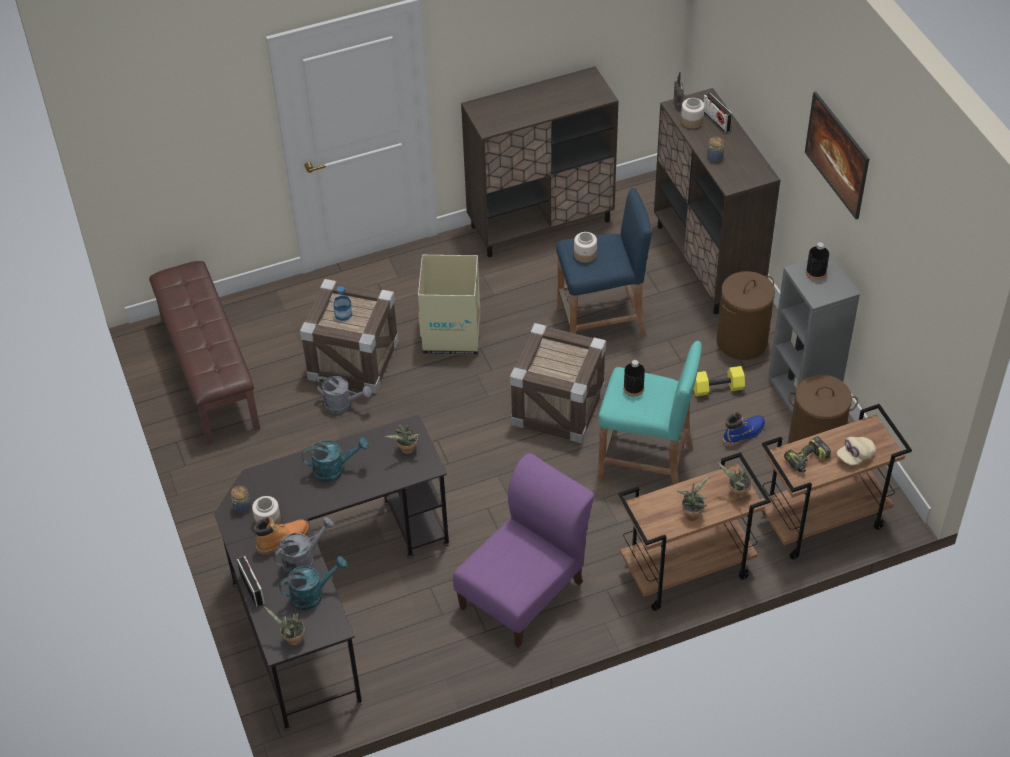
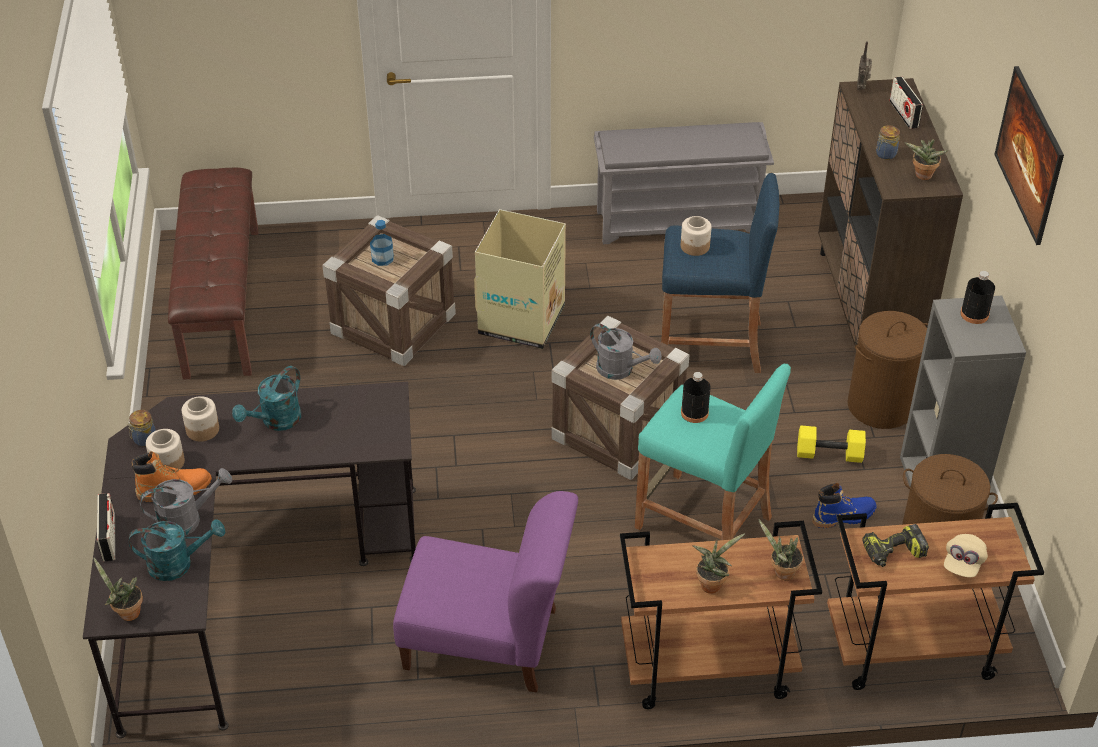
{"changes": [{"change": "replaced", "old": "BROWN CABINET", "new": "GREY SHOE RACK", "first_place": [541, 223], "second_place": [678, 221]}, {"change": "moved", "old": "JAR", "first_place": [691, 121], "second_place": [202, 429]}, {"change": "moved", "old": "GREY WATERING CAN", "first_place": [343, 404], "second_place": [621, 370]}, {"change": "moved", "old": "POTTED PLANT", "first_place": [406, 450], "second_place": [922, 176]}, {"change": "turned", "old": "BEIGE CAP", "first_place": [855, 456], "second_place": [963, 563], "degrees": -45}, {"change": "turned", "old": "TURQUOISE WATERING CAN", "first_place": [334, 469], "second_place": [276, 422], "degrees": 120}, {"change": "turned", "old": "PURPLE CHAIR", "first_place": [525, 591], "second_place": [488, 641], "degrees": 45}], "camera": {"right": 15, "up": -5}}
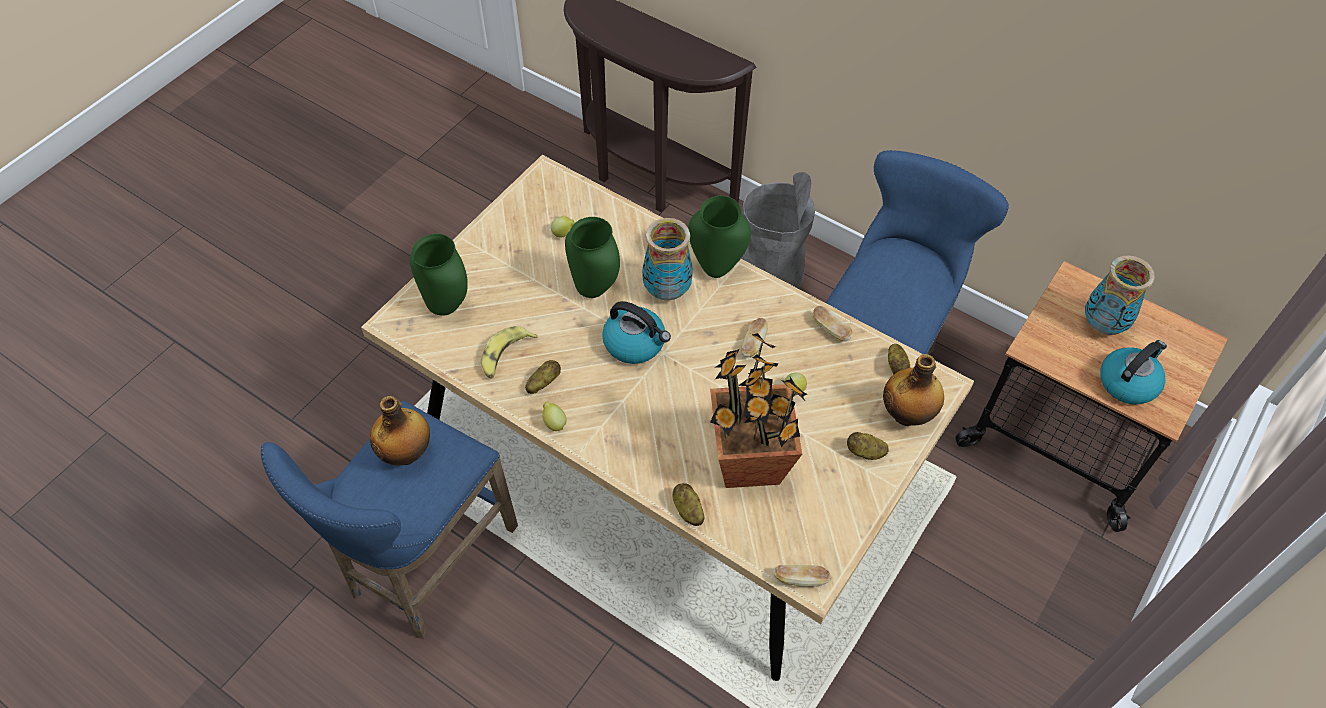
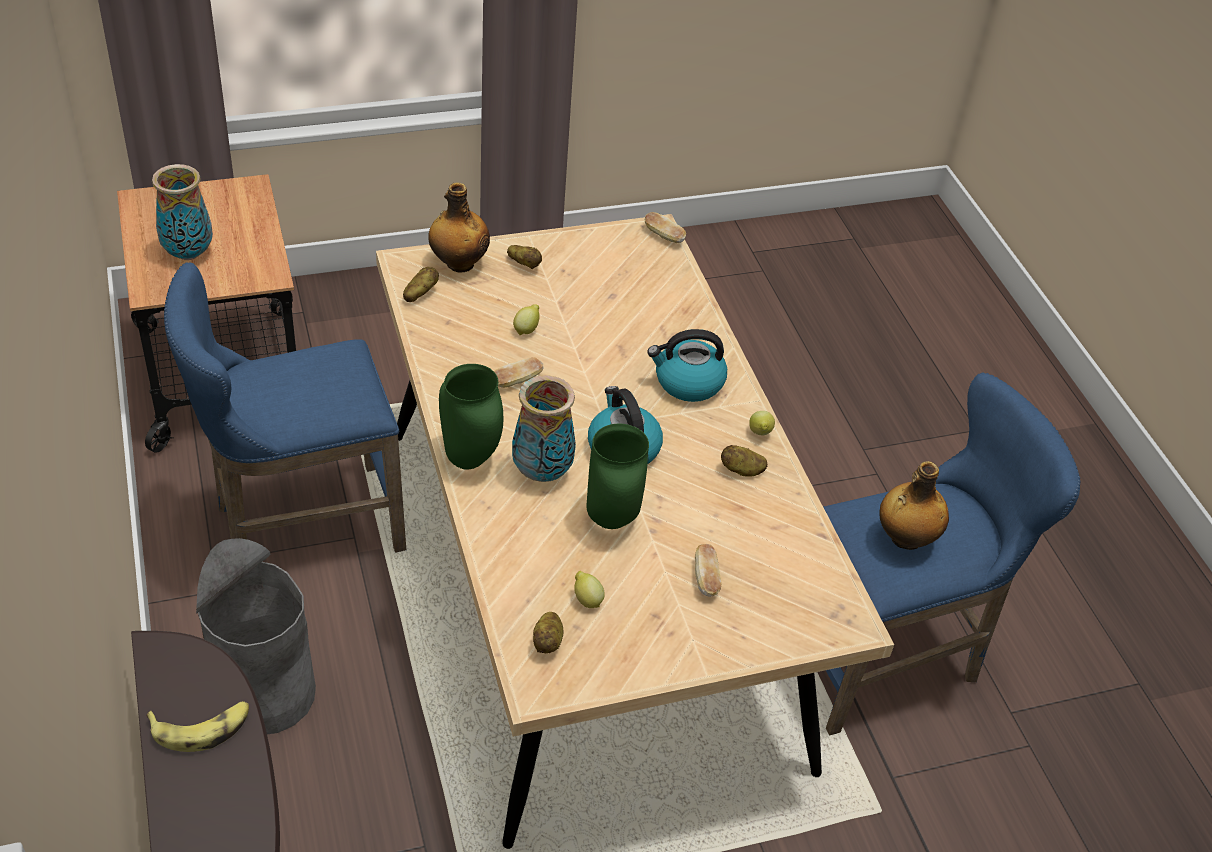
{"changes": [{"change": "removed", "old": "GREEN VASE", "first_place": [448, 305]}, {"change": "moved", "old": "BREAD", "first_place": [831, 330], "second_place": [706, 578]}, {"change": "moved", "old": "BANANA", "first_place": [505, 356], "second_place": [202, 728]}, {"change": "removed", "old": "POTTED PLANT", "first_place": [750, 463]}, {"change": "moved", "old": "KETTLE", "first_place": [1128, 382], "second_place": [687, 382]}, {"change": "moved", "old": "POTATO", "first_place": [687, 510], "second_place": [548, 641]}], "camera": {"right": -145, "up": -10}}
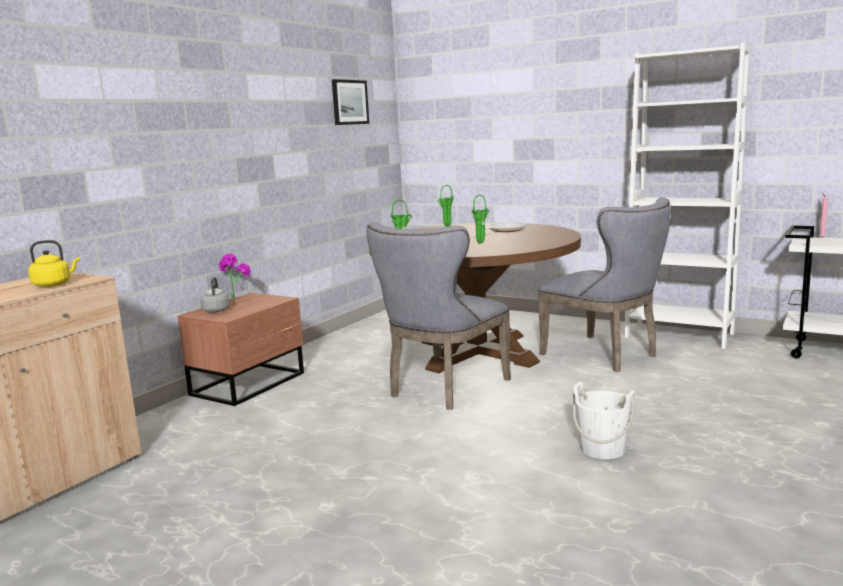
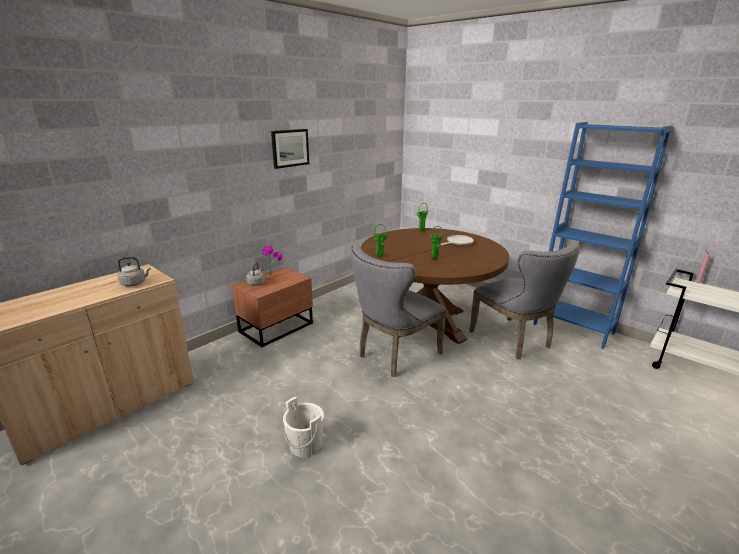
{"changes": [{"change": "recoloured", "old": "WHITE BOOKCASE", "new": "BLUE BOOKCASE", "first_place": [679, 335], "second_place": [573, 328]}, {"change": "moved", "old": "PICTURE", "first_place": [349, 102], "second_place": [290, 148]}, {"change": "recoloured", "old": "YELLOW KETTLE", "new": "GREY KETTLE", "first_place": [54, 284], "second_place": [135, 283]}, {"change": "moved", "old": "WHITE BUCKET", "first_place": [602, 449], "second_place": [305, 445]}], "camera": {"right": 10, "up": 10}}
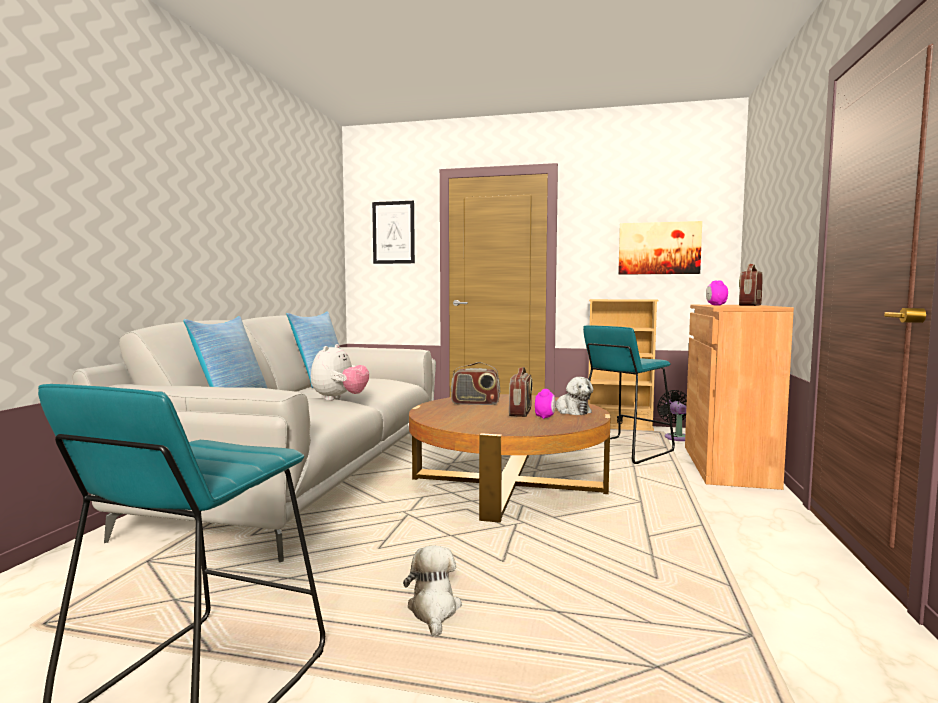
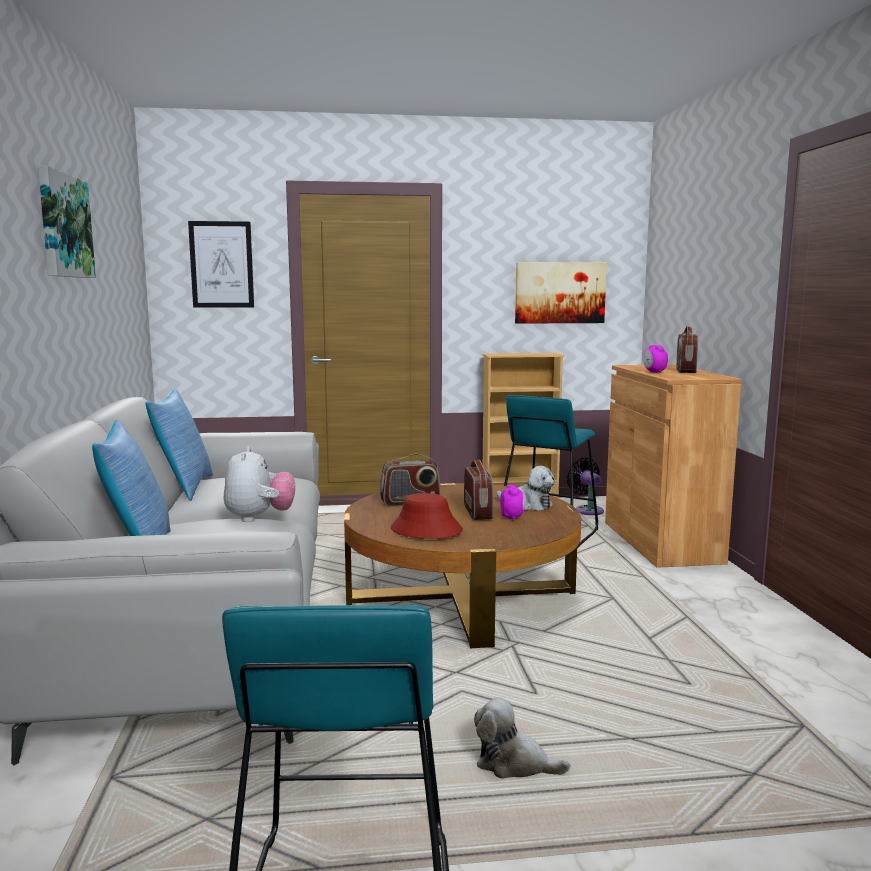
{"changes": [{"change": "turned", "old": "PLUSH TOY", "first_place": [434, 610], "second_place": [514, 764], "degrees": -45}, {"change": "added", "new": "PICTURE", "second_place": [63, 226]}, {"change": "added", "new": "RED HAT", "second_place": [426, 530]}], "camera": {"right": -20, "up": 5}}
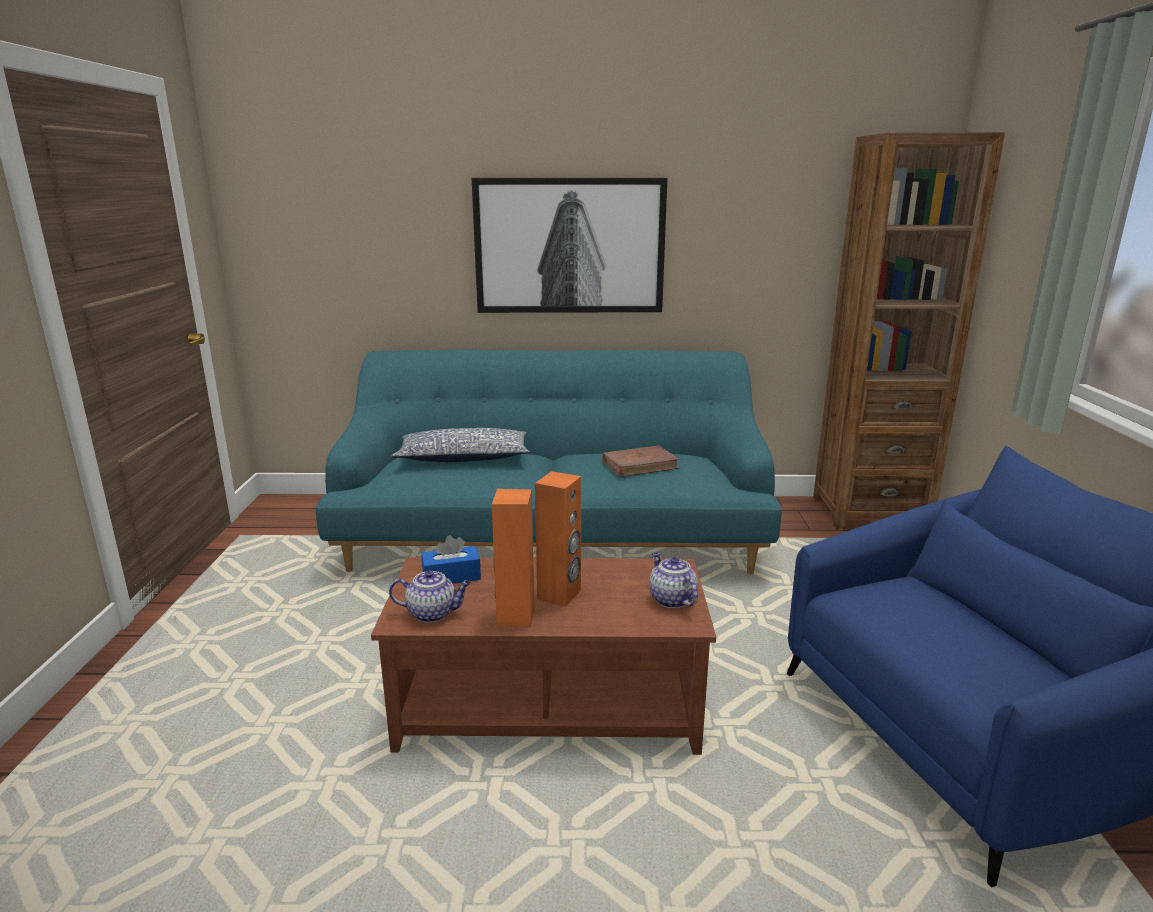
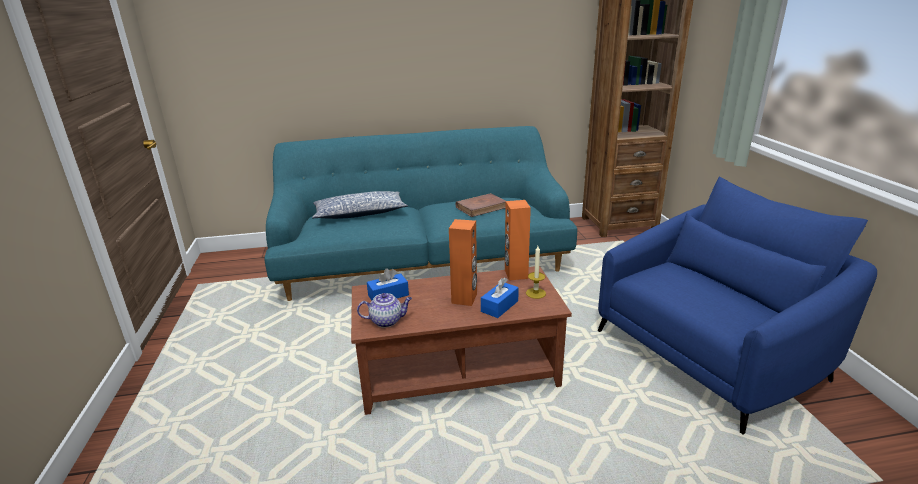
{"changes": [{"change": "removed", "old": "PICTURE", "first_place": [569, 246]}, {"change": "moved", "old": "ORANGE SPEAKER", "first_place": [515, 616], "second_place": [515, 274]}, {"change": "replaced", "old": "TEAPOT", "new": "CANDLE", "first_place": [671, 599], "second_place": [535, 293]}, {"change": "added", "new": "BLUE TISSUE BOX", "second_place": [499, 306]}], "camera": {"right": -10, "up": 5}}
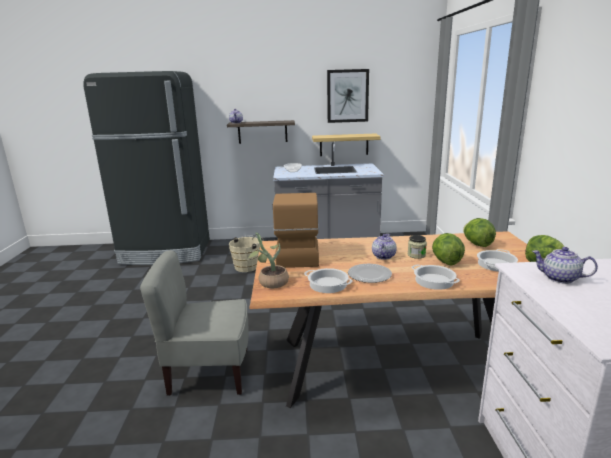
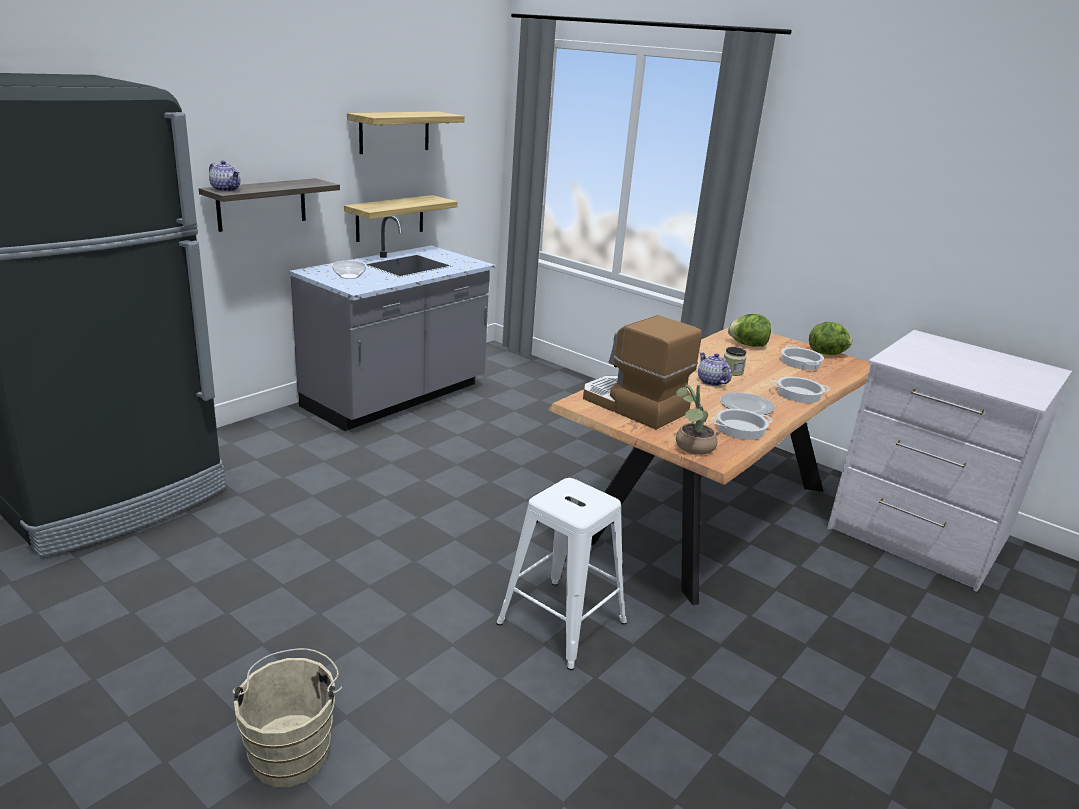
{"changes": [{"change": "replaced", "old": "PICTURE", "new": "SHELF", "first_place": [347, 96], "second_place": [394, 132]}, {"change": "removed", "old": "LETTUCE", "first_place": [445, 261]}, {"change": "moved", "old": "BEIGE BUCKET", "first_place": [248, 266], "second_place": [292, 751]}, {"change": "removed", "old": "TEAPOT", "first_place": [559, 278]}, {"change": "replaced", "old": "GREY CHAIR", "new": "WHITE STOOL", "first_place": [209, 372], "second_place": [560, 622]}], "camera": {"right": -50, "up": 5}}
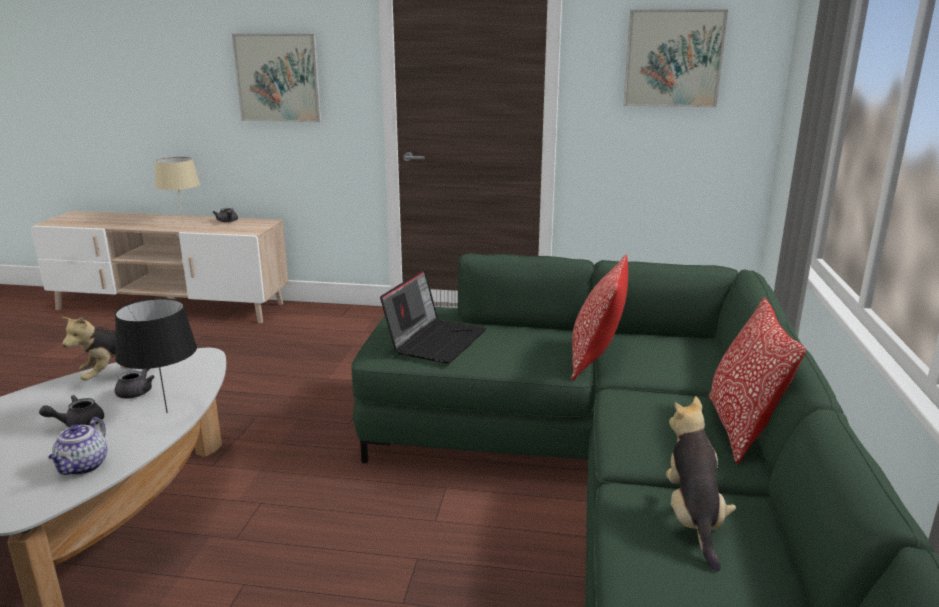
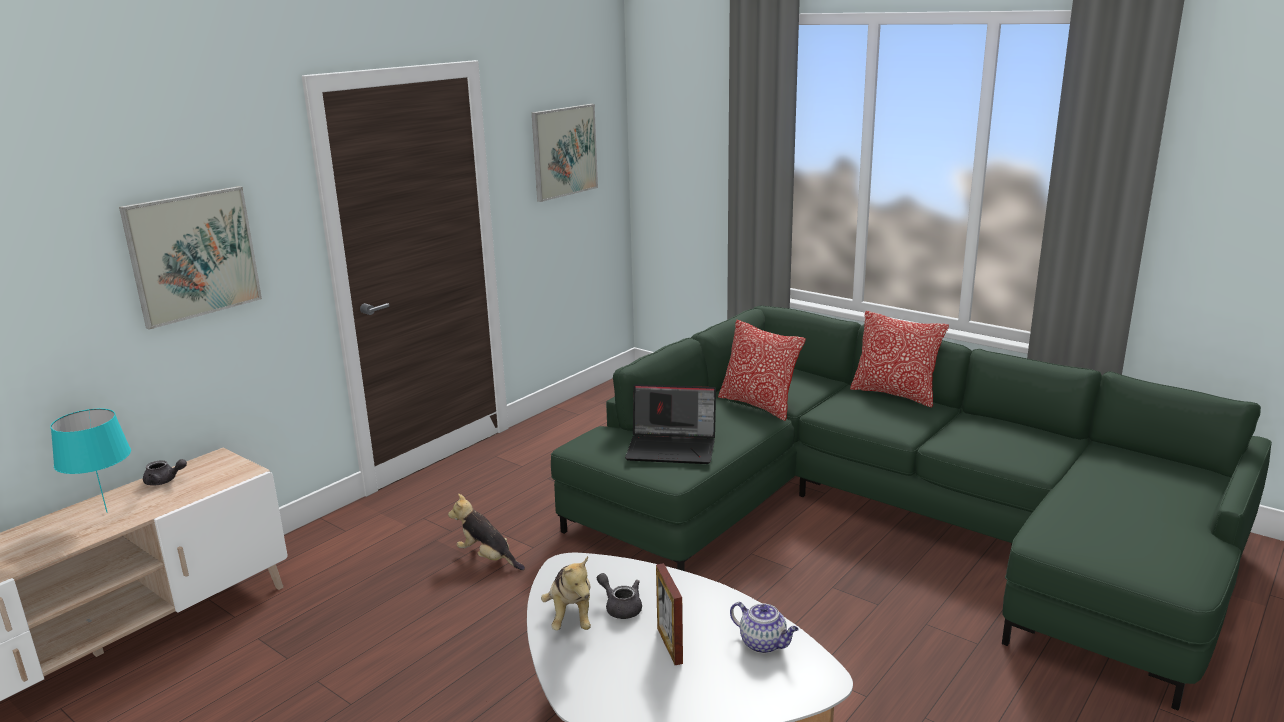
{"changes": [{"change": "recoloured", "old": "BEIGE TABLE LAMP", "new": "TURQUOISE TABLE LAMP", "first_place": [183, 222], "second_place": [108, 512]}, {"change": "turned", "old": "LAPTOP", "first_place": [435, 340], "second_place": [673, 447], "degrees": 135}, {"change": "removed", "old": "BLACK TABLE LAMP", "first_place": [167, 413]}, {"change": "replaced", "old": "GREY TEAPOT", "new": "PICTURE FRAME", "first_place": [78, 423], "second_place": [669, 645]}, {"change": "moved", "old": "PLUSH TOY", "first_place": [693, 518], "second_place": [487, 558]}], "camera": {"right": -60, "up": 0}}
